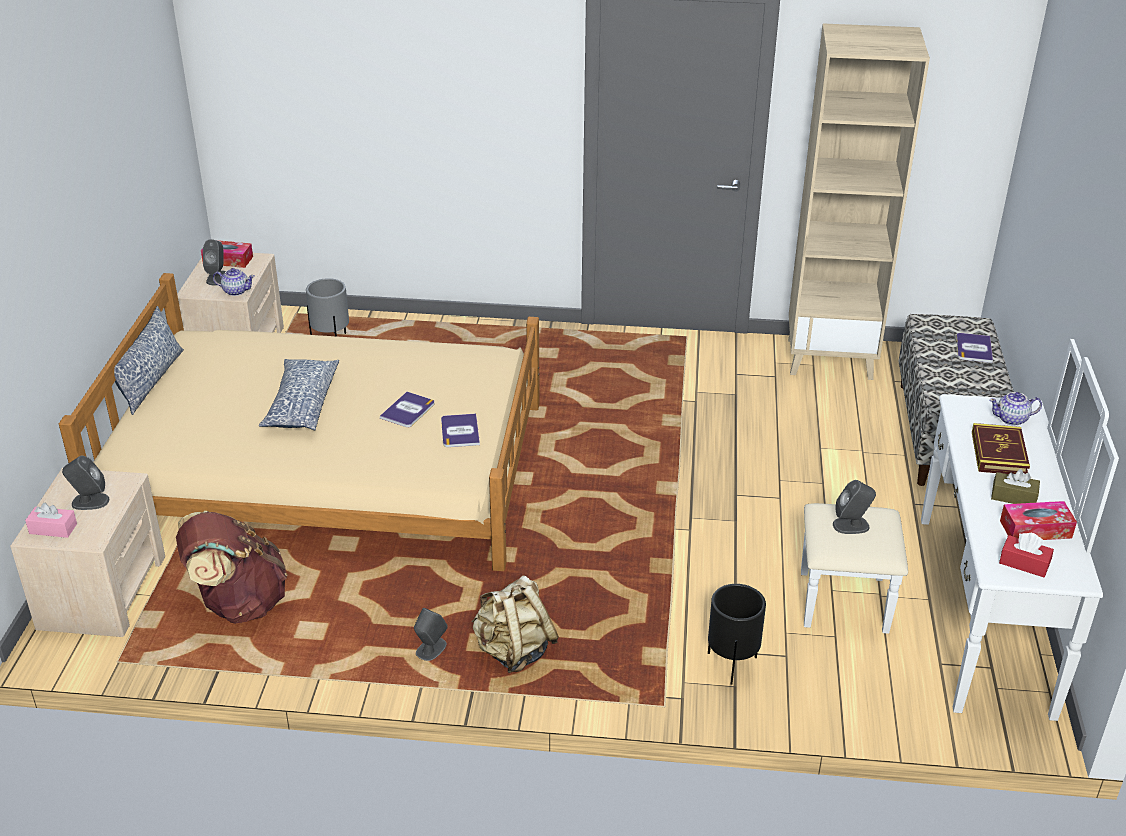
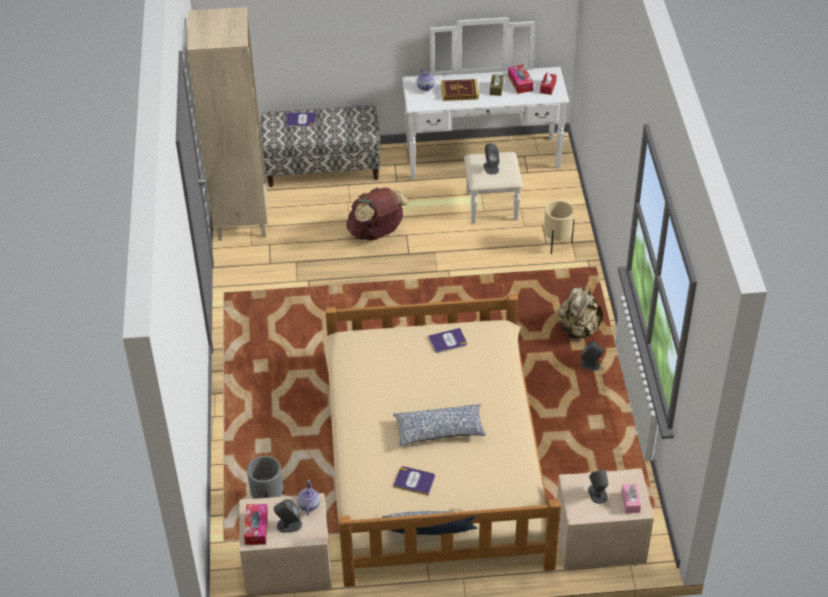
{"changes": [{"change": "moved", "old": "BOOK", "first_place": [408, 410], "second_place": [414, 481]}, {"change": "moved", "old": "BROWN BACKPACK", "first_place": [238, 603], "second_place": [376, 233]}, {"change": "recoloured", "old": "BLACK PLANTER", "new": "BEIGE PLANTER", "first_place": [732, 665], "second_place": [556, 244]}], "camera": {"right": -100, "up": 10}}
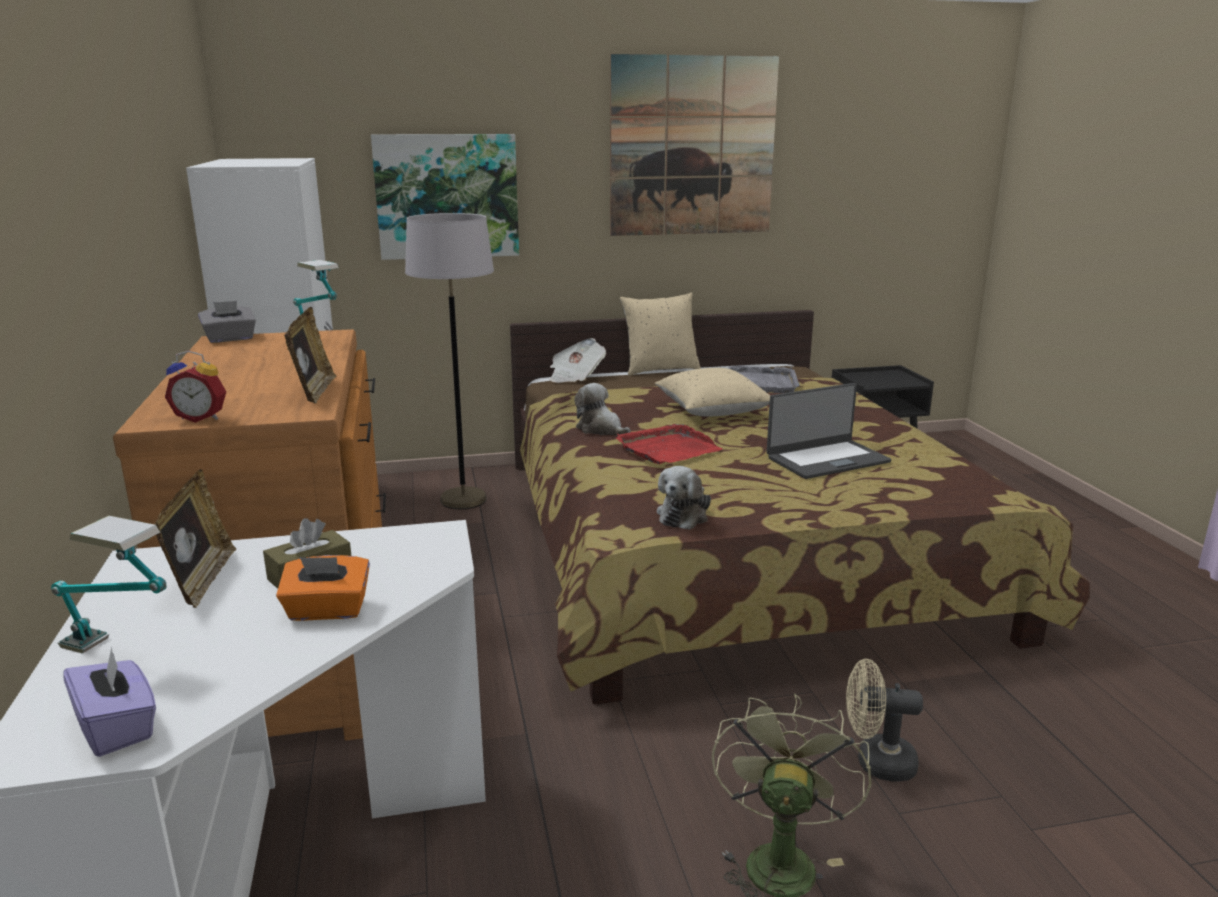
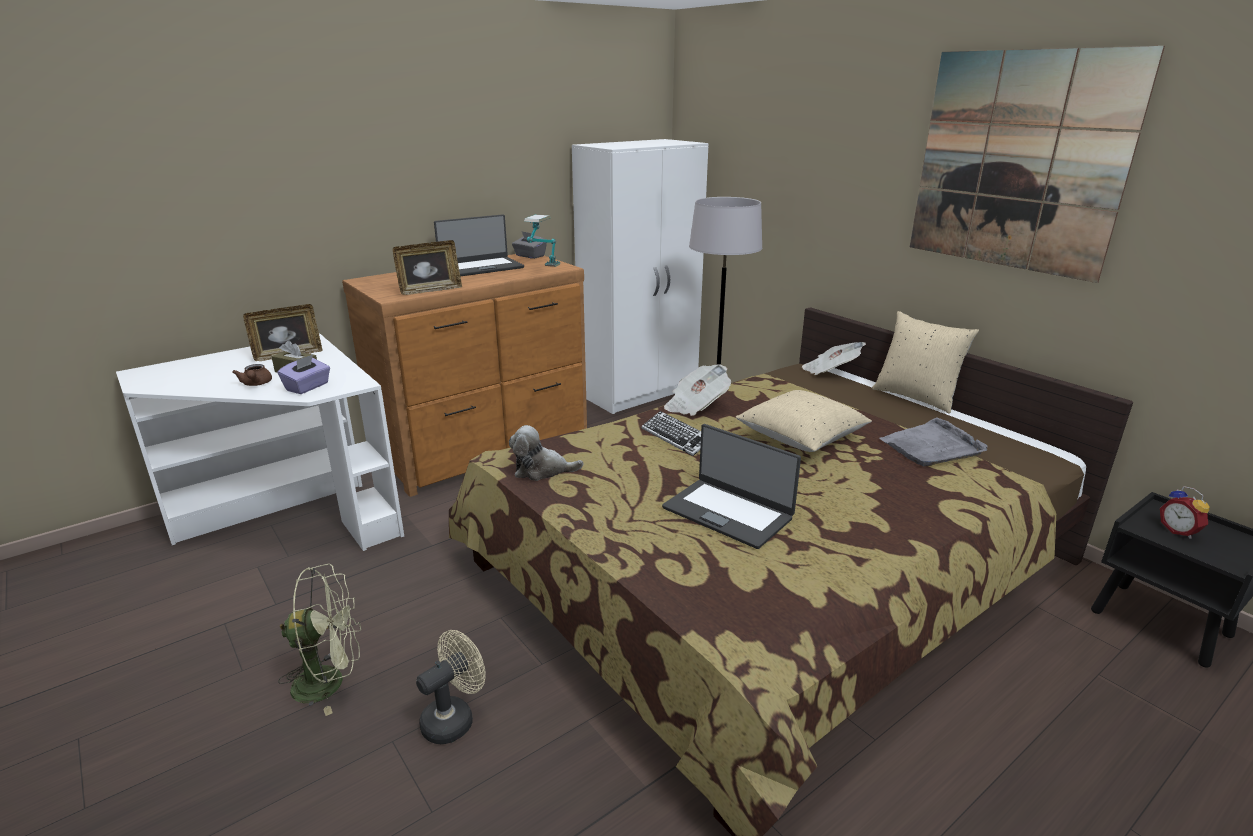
{"changes": [{"change": "removed", "old": "PICTURE", "first_place": [447, 196]}, {"change": "moved", "old": "ALARM CLOCK", "first_place": [201, 418], "second_place": [1179, 531]}, {"change": "replaced", "old": "PLUSH TOY", "new": "NEWSPAPER", "first_place": [601, 429], "second_place": [696, 406]}, {"change": "replaced", "old": "RED TRAY", "new": "KEYBOARD", "first_place": [667, 449], "second_place": [676, 437]}, {"change": "removed", "old": "TABLE LAMP", "first_place": [123, 653]}, {"change": "replaced", "old": "ORANGE TISSUE BOX", "new": "BROWN TEAPOT", "first_place": [327, 611], "second_place": [256, 384]}, {"change": "moved", "old": "PURPLE TISSUE BOX", "first_place": [118, 727], "second_place": [308, 387]}, {"change": "turned", "old": "BEIGE FAN", "first_place": [876, 762], "second_place": [454, 718], "degrees": 60}, {"change": "added", "new": "LAPTOP", "second_place": [481, 267]}], "camera": {"right": 65, "up": 5}}
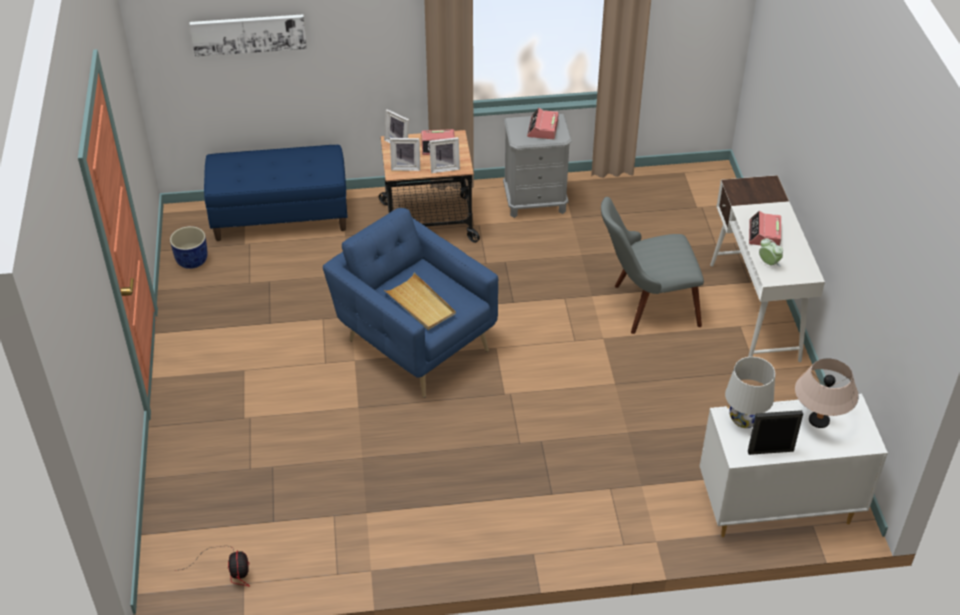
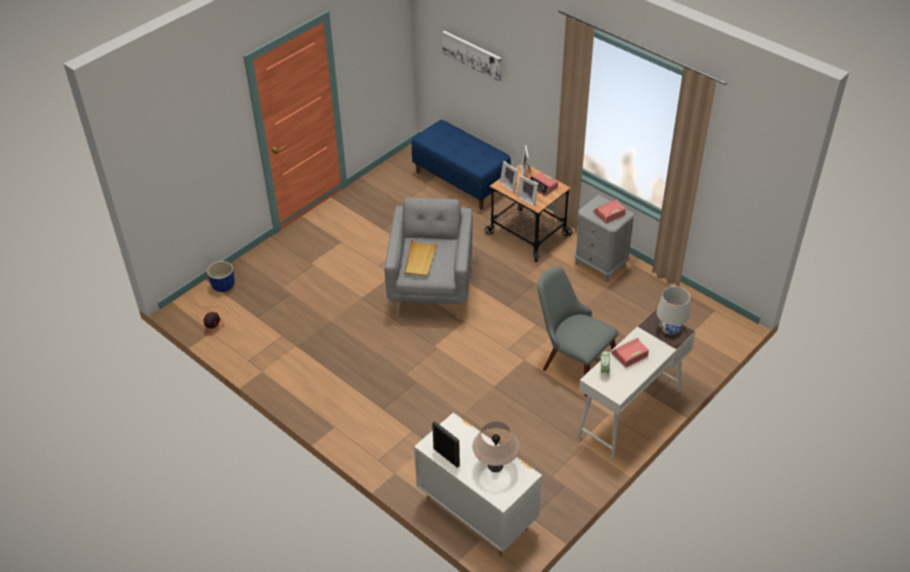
{"changes": [{"change": "recoloured", "old": "BLUE ARMCHAIR", "new": "GREY ARMCHAIR", "first_place": [414, 341], "second_place": [431, 287]}, {"change": "moved", "old": "BLUE PLANTER", "first_place": [192, 260], "second_place": [223, 286]}, {"change": "moved", "old": "WHITE TABLE LAMP", "first_place": [744, 419], "second_place": [669, 329]}], "camera": {"right": 50, "up": 0}}
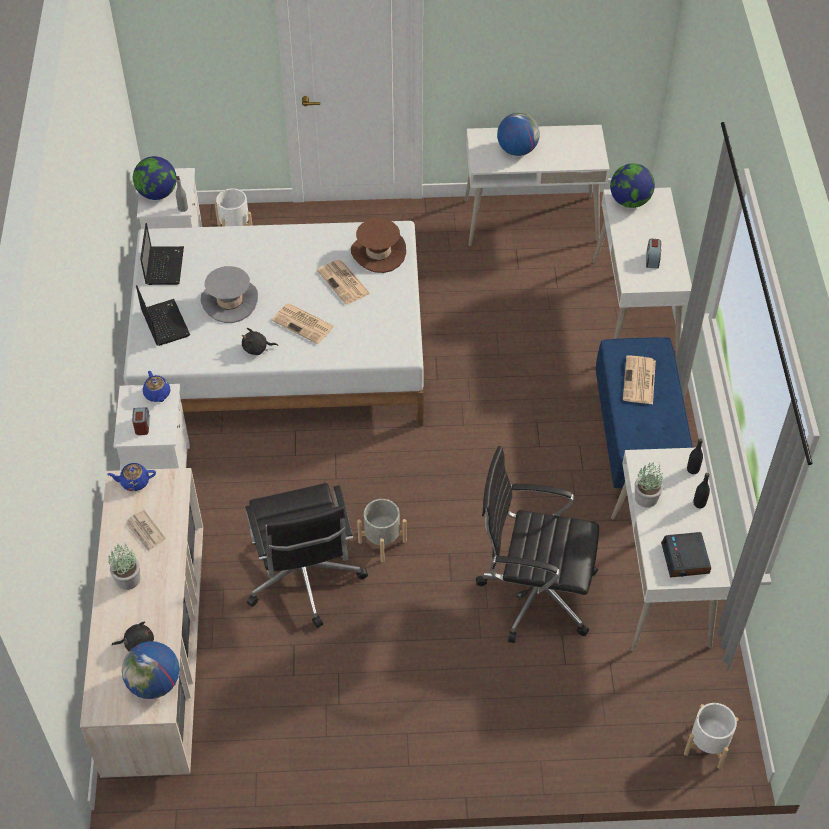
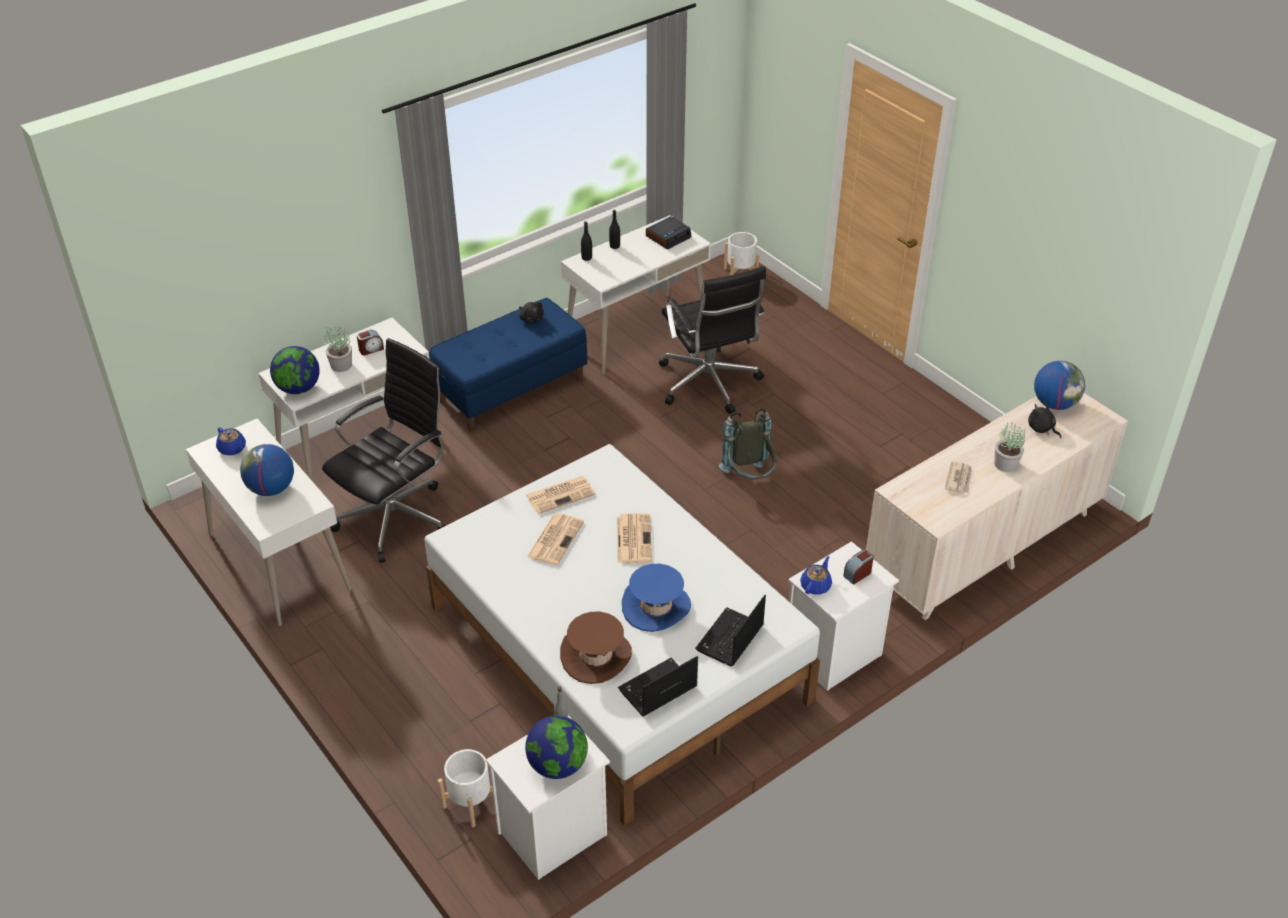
{"changes": [{"change": "moved", "old": "BROWN HAT", "first_place": [378, 253], "second_place": [596, 656]}, {"change": "recoloured", "old": "GREY HAT", "new": "BLUE HAT", "first_place": [230, 301], "second_place": [656, 607]}, {"change": "moved", "old": "BLACK PLUSH TOY", "first_place": [257, 349], "second_place": [531, 318]}, {"change": "moved", "old": "NEWSPAPER", "first_place": [639, 381], "second_place": [561, 494]}, {"change": "moved", "old": "POTTED PLANT", "first_place": [646, 497], "second_place": [340, 365]}, {"change": "moved", "old": "BLUE TEAPOT", "first_place": [134, 482], "second_place": [232, 449]}, {"change": "moved", "old": "BLACK OFFICE CHAIR", "first_place": [304, 579], "second_place": [397, 516]}, {"change": "replaced", "old": "GREY PLANTER", "new": "GREY BACKPACK", "first_place": [382, 541], "second_place": [749, 478]}], "camera": {"right": -125, "up": -10}}
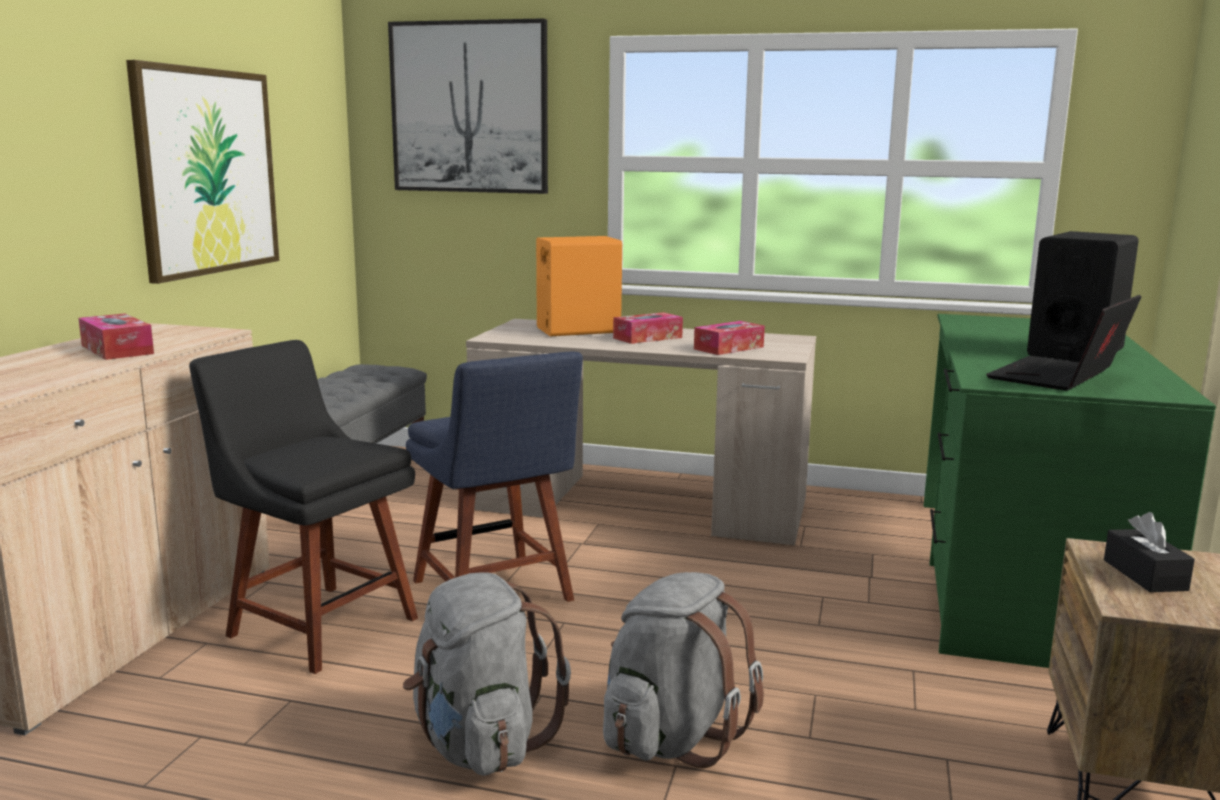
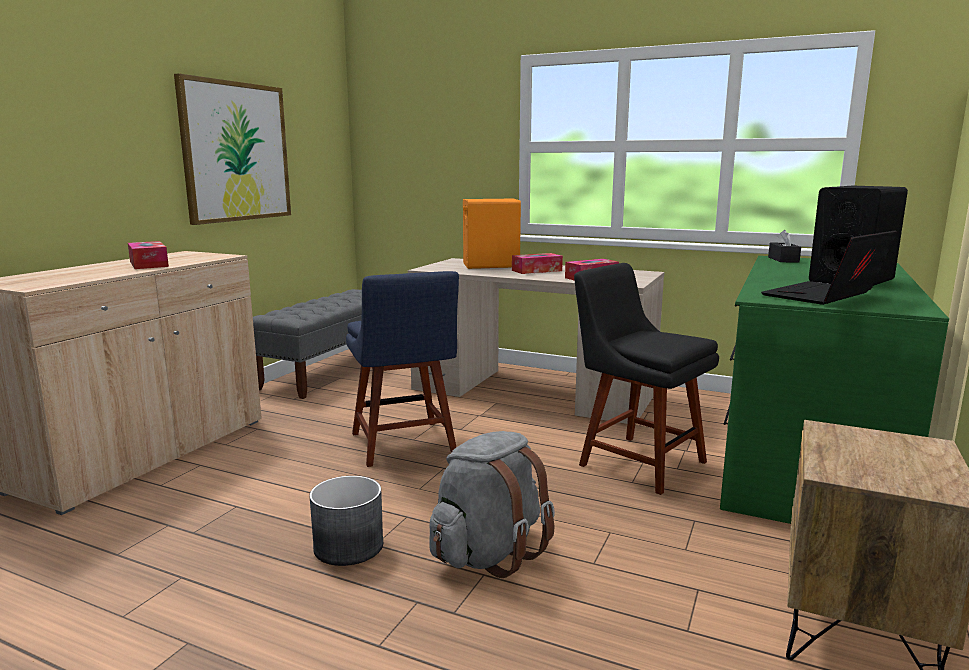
{"changes": [{"change": "removed", "old": "PICTURE", "first_place": [469, 108]}, {"change": "moved", "old": "BLACK CHAIR", "first_place": [317, 624], "second_place": [637, 461]}, {"change": "moved", "old": "BLACK TISSUE BOX", "first_place": [1145, 575], "second_place": [783, 259]}, {"change": "replaced", "old": "GREY BACKPACK", "new": "GREY PLANTER", "first_place": [479, 744], "second_place": [349, 546]}], "camera": {"right": 10, "up": 0}}
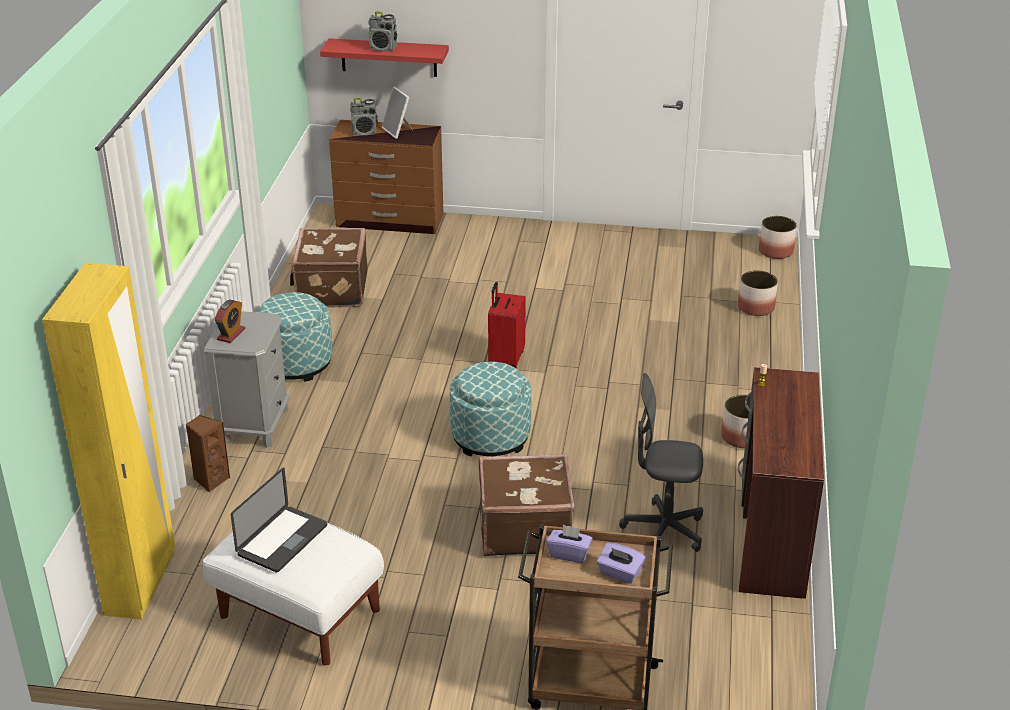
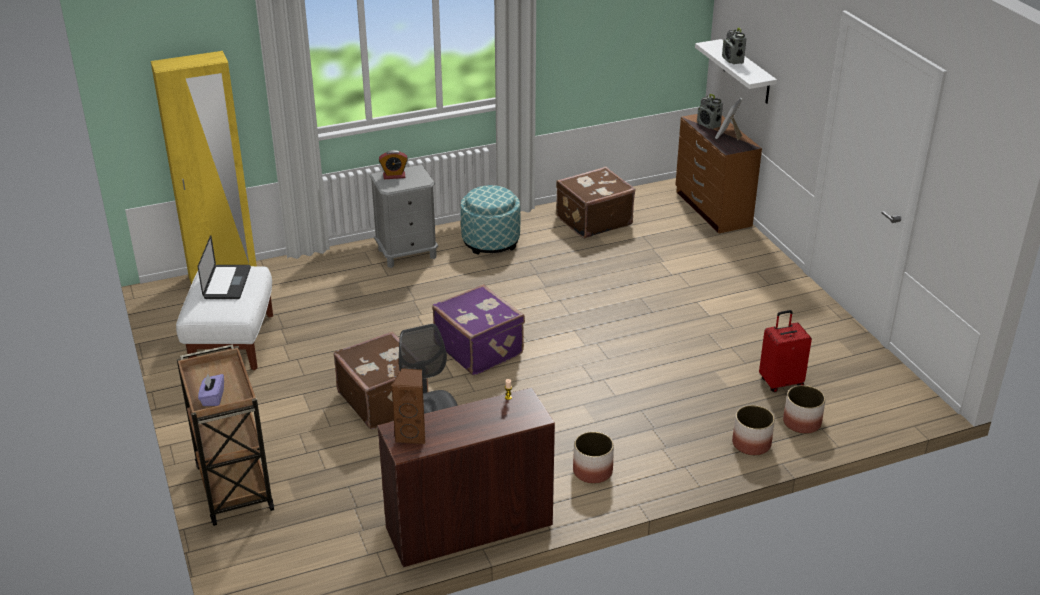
{"changes": [{"change": "recoloured", "old": "RED SHELF", "new": "WHITE SHELF", "first_place": [389, 57], "second_place": [746, 72]}, {"change": "moved", "old": "PLANTER", "first_place": [776, 251], "second_place": [751, 444]}, {"change": "moved", "old": "RED SUITCASE", "first_place": [505, 359], "second_place": [780, 382]}, {"change": "replaced", "old": "OTTOMAN", "new": "PURPLE SUITCASE", "first_place": [490, 437], "second_place": [479, 349]}, {"change": "moved", "old": "BROWN SPEAKER", "first_place": [210, 480], "second_place": [412, 435]}, {"change": "turned", "old": "LAPTOP", "first_place": [282, 540], "second_place": [227, 283], "degrees": -90}, {"change": "removed", "old": "PURPLE TISSUE BOX", "first_place": [569, 554]}], "camera": {"right": 60, "up": 0}}
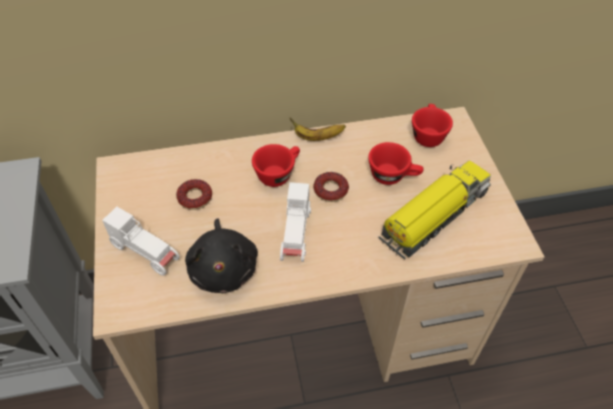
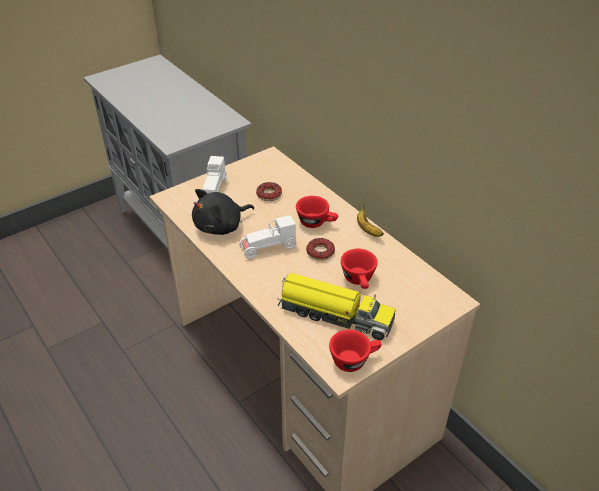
{"changes": [{"change": "moved", "old": "RED CUP", "first_place": [427, 134], "second_place": [354, 360]}], "camera": {"right": 65, "up": -10}}
